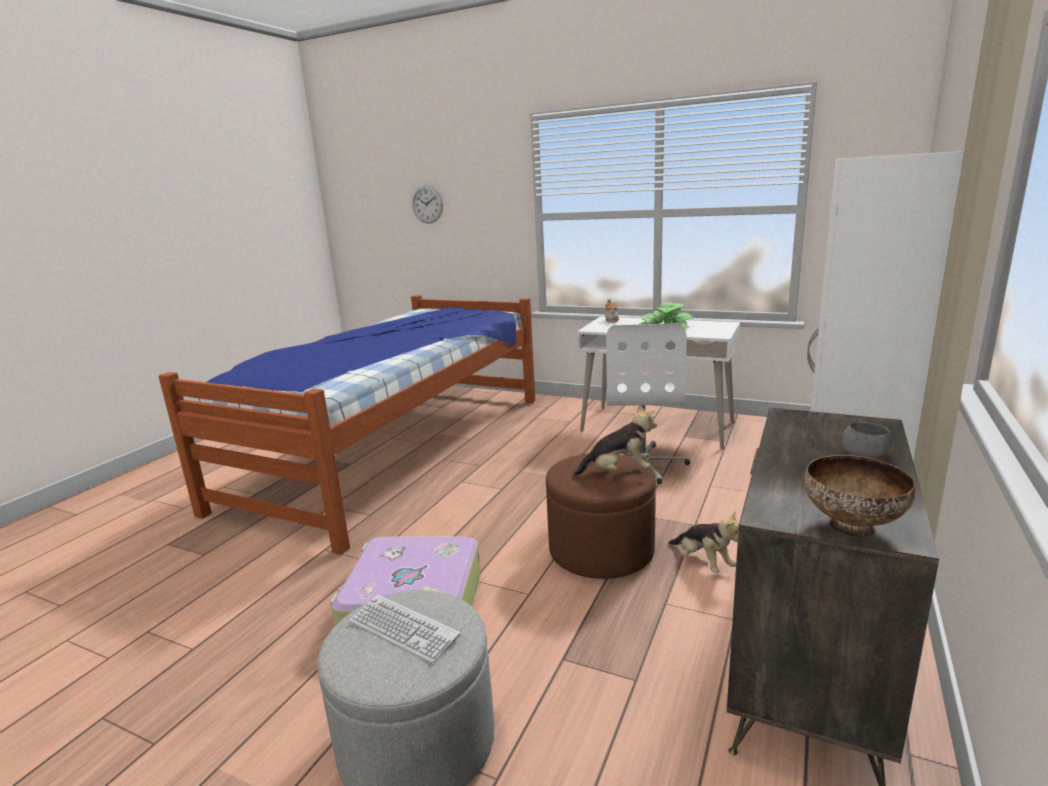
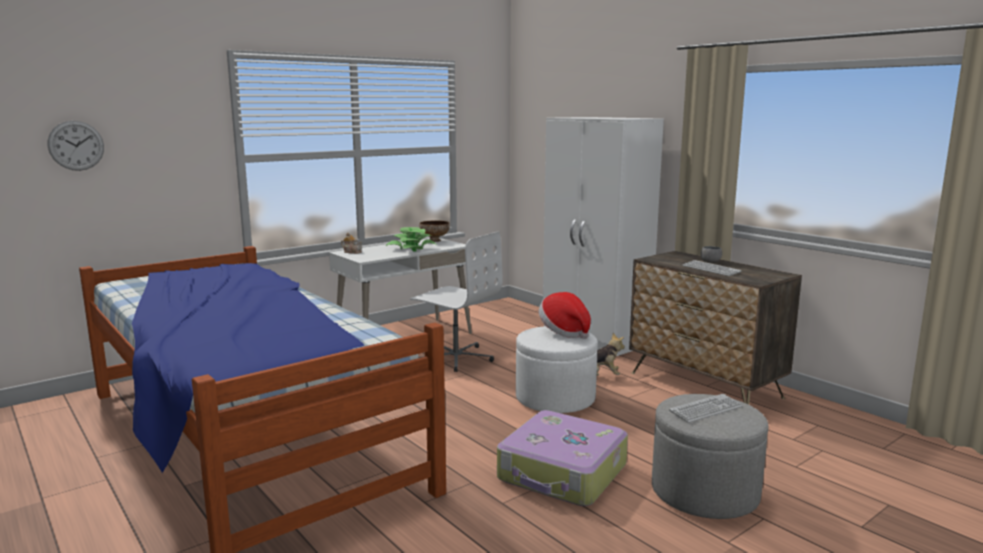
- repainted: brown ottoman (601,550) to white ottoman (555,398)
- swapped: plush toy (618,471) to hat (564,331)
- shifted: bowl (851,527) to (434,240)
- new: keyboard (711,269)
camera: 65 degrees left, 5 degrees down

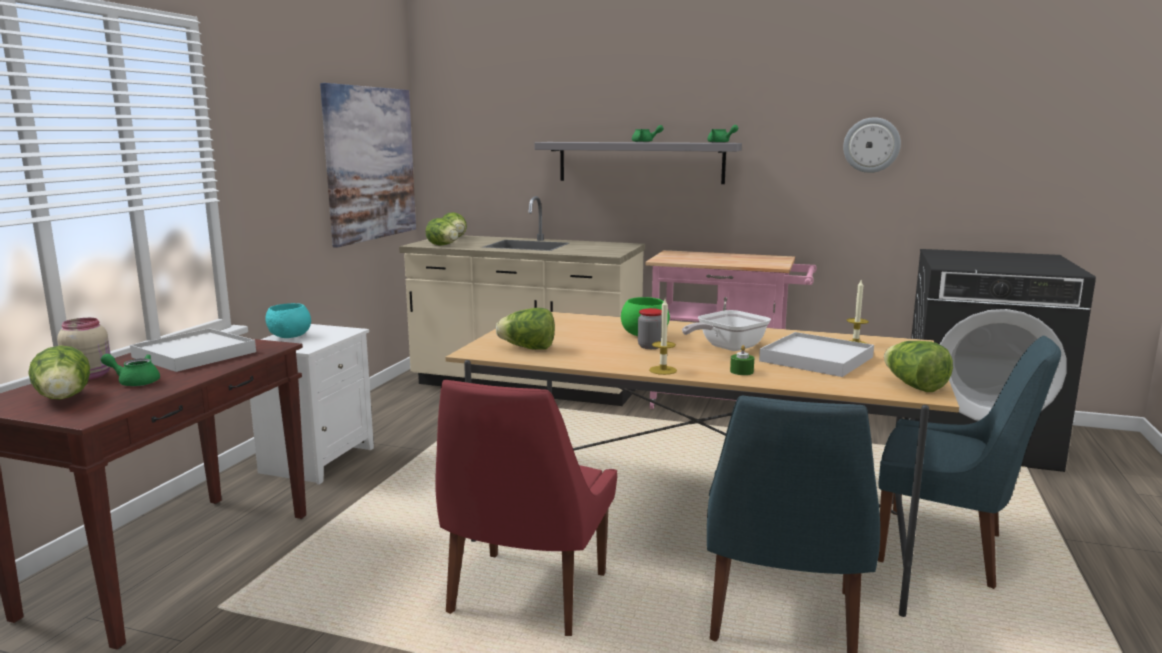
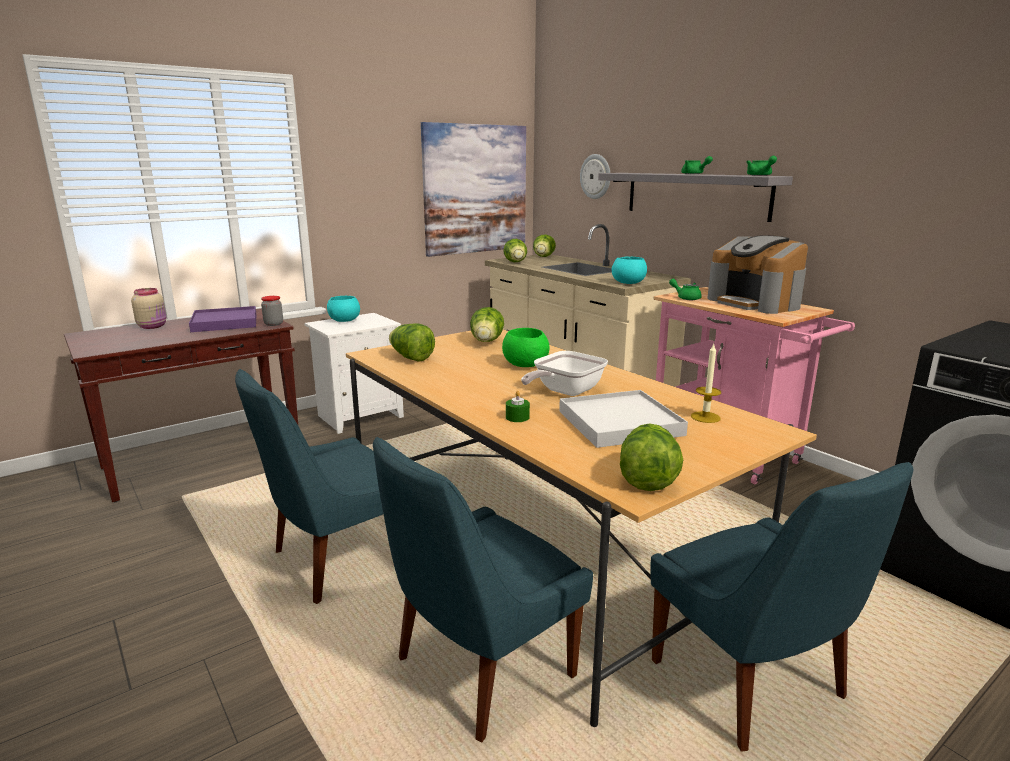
- shifted: lettuce (64,399) to (486,342)
- shifted: green teapot (135,382) to (686,298)
- repainted: white tray (194,354) to purple tray (225,323)
- repainted: red chair (525,596) to blue chair (334,560)
- shifted: jar (650,346) to (273,324)
- gone: candle (663,370)
- rotated: frying pan (727,348) = (564,392) 45 degrees counterclockwise
- shifted: wall clock (871,145) to (596,176)
- new: turquoise bowl (628,283)
- new: coffee machine (755,303)
camera: 35 degrees right, 5 degrees up

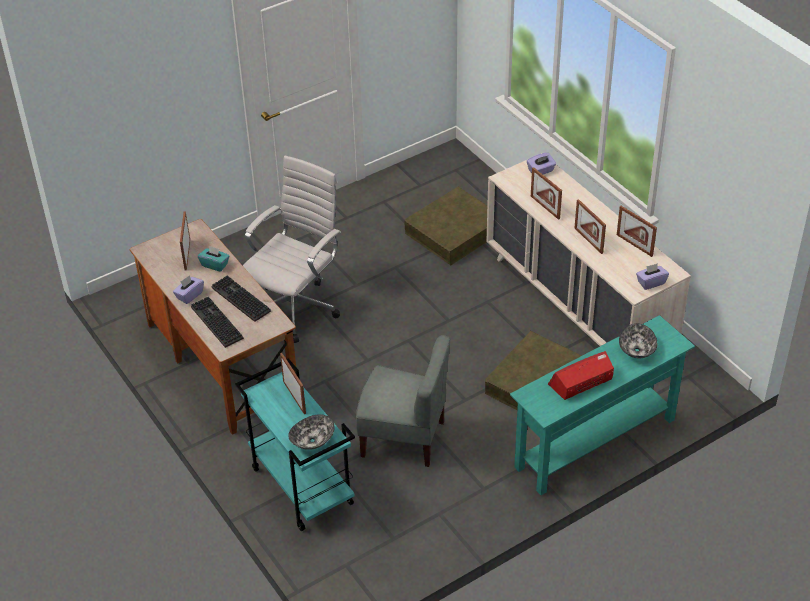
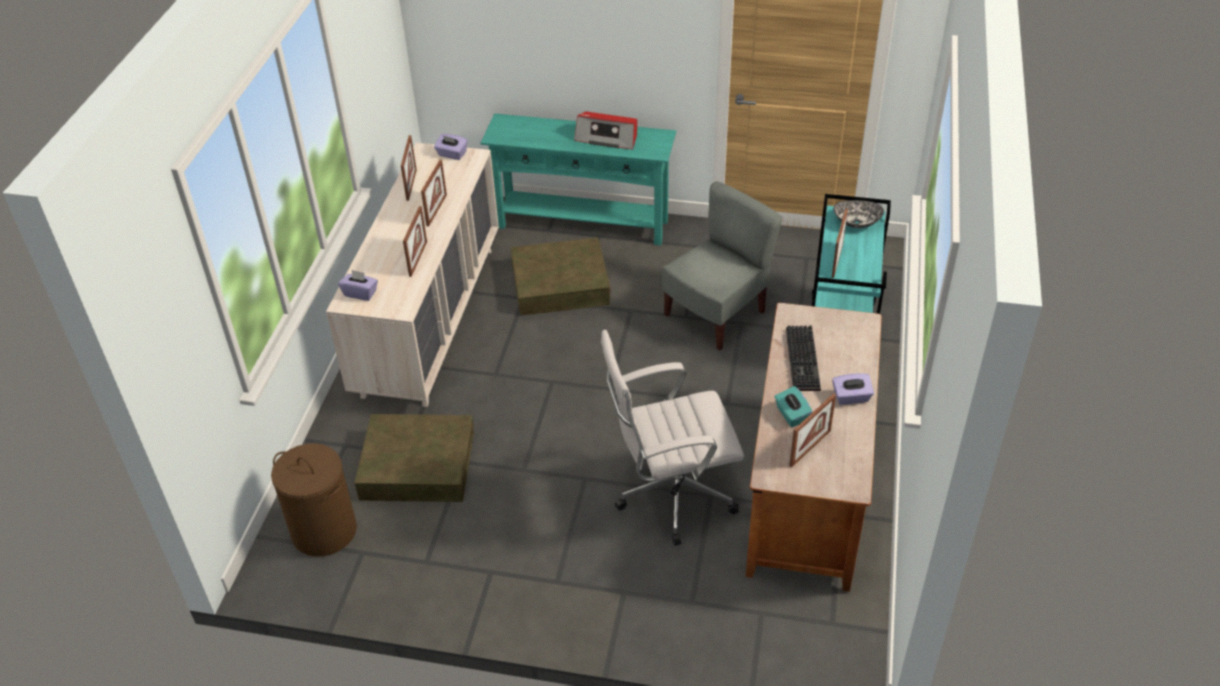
- gone: keyboard (215,323)
- rotated: grey chair (404,438) = (716,315) 75 degrees clockwise
- gone: bowl (637,350)
- new: brown laundry basket (324,531)
camera: 135 degrees left, 0 degrees up

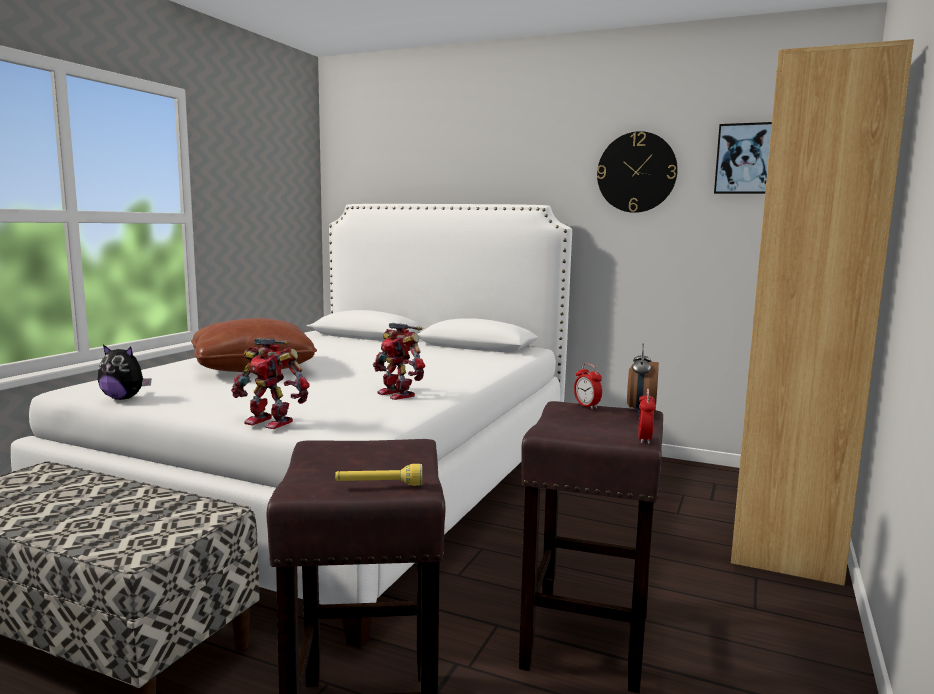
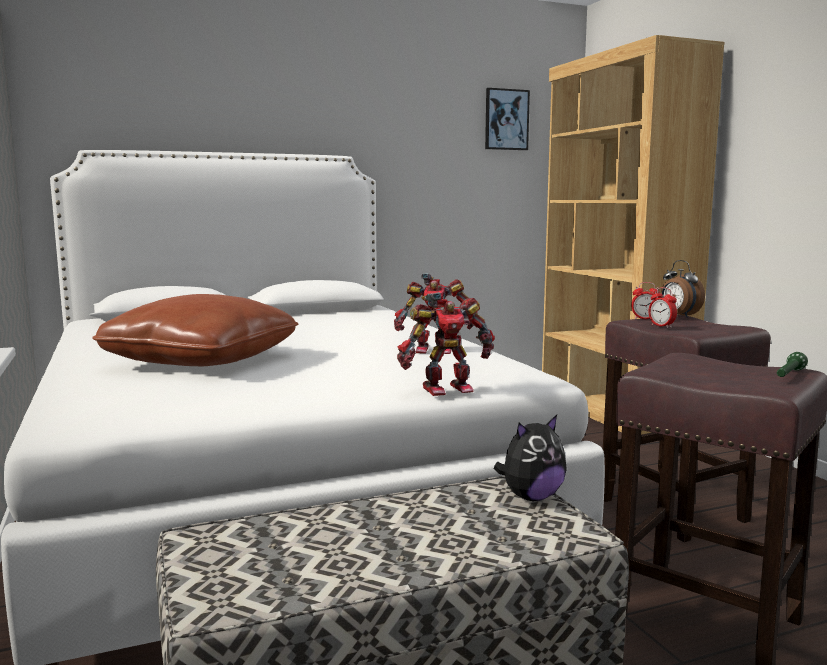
- shifted: plush toy (124,398) to (531,497)
- repainted: yellow flashlight (379,485) to green flashlight (789,375)
- gone: wall clock (636,172)
- shifted: alarm clock (644,439) to (661,326)
camera: 45 degrees left, 0 degrees up

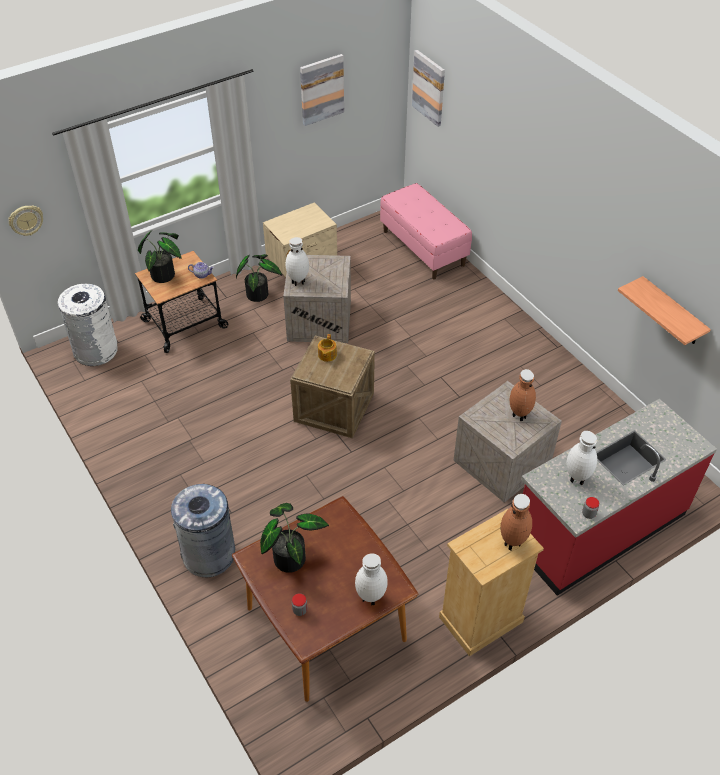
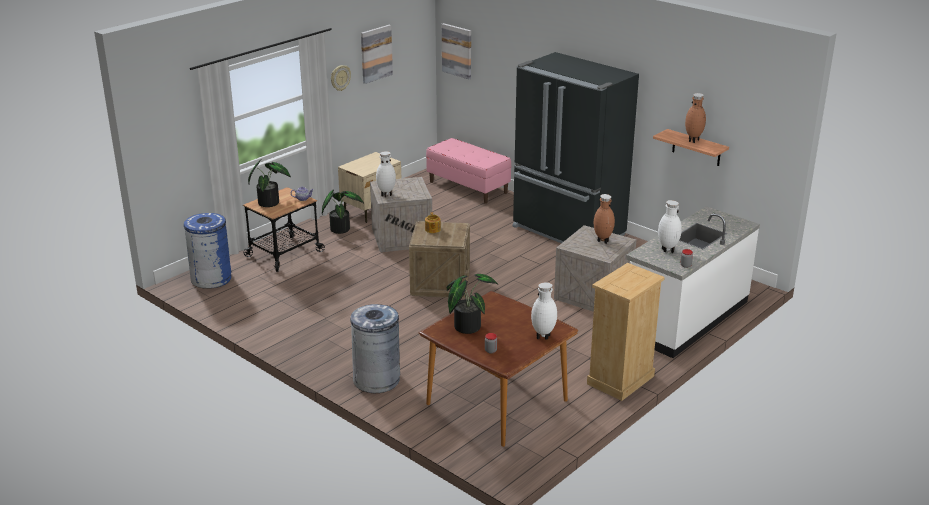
- shifted: wall clock (26,220) to (340,78)
- repainted: white trash can (96,350) to blue trash can (211,278)
- shifted: brown vase (513,543) to (693,140)
- repainted: red counter (598,528) to white counter (685,318)
- new: black fridge (567,232)
camera: 15 degrees left, 20 degrees down

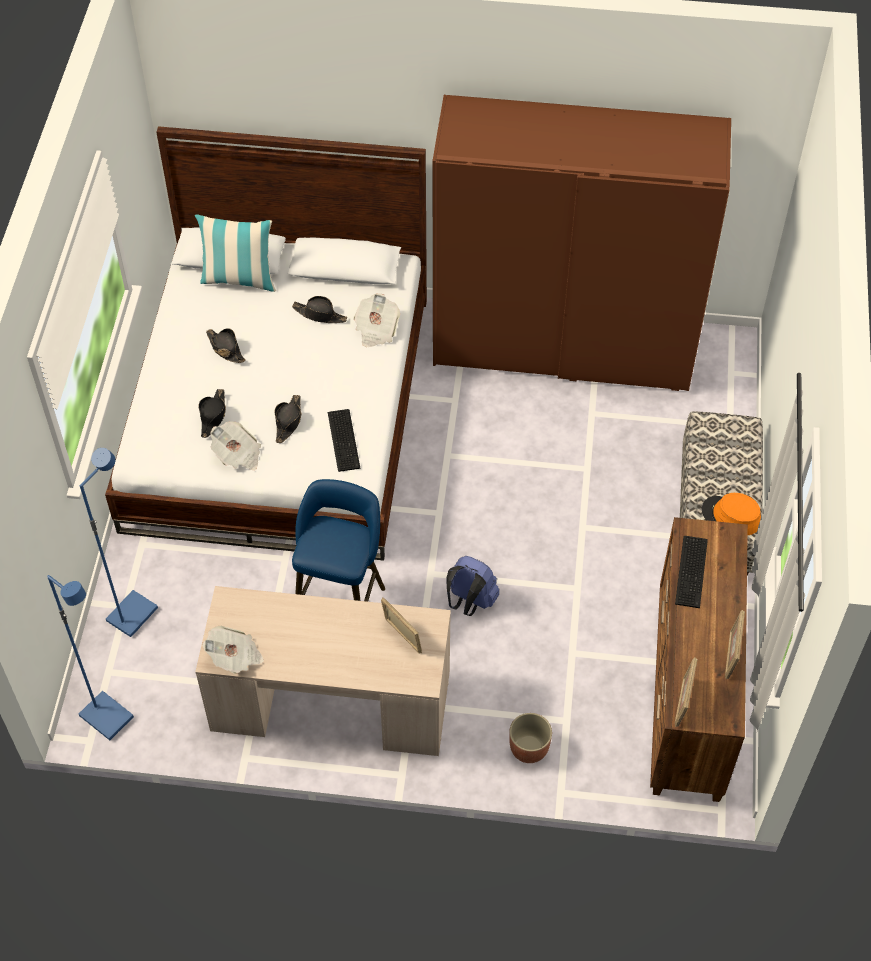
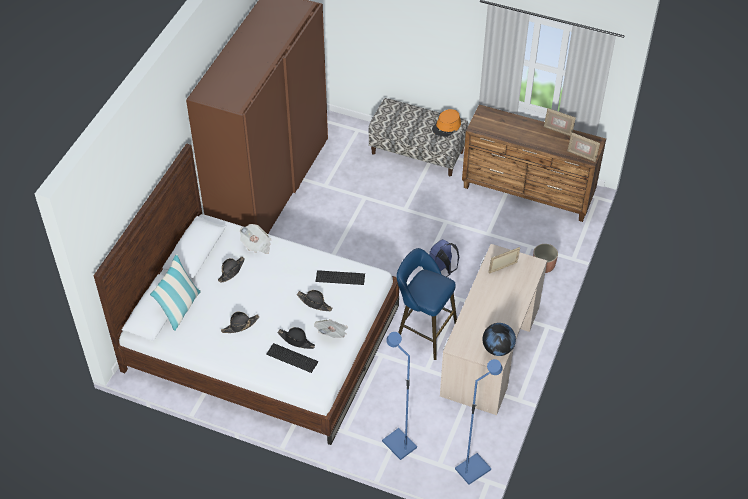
- swapped: newspaper (235,657) to globe (497,349)
- shifted: keyboard (693,571) to (292,357)
camera: 75 degrees left, 5 degrees down

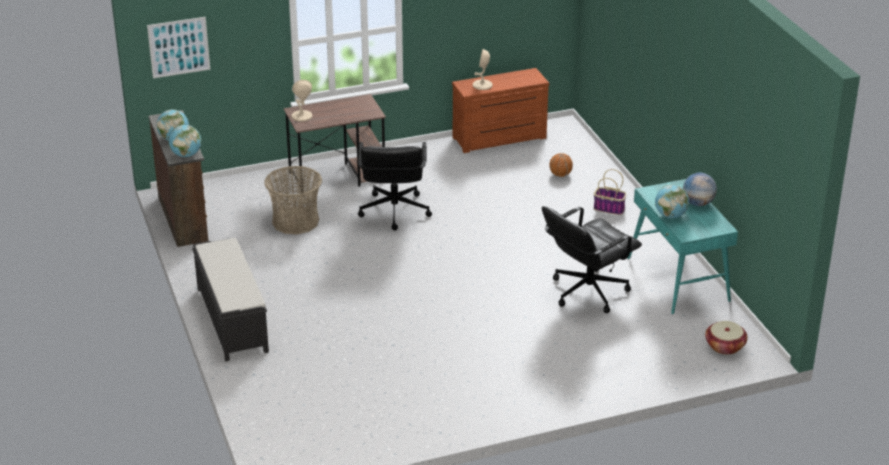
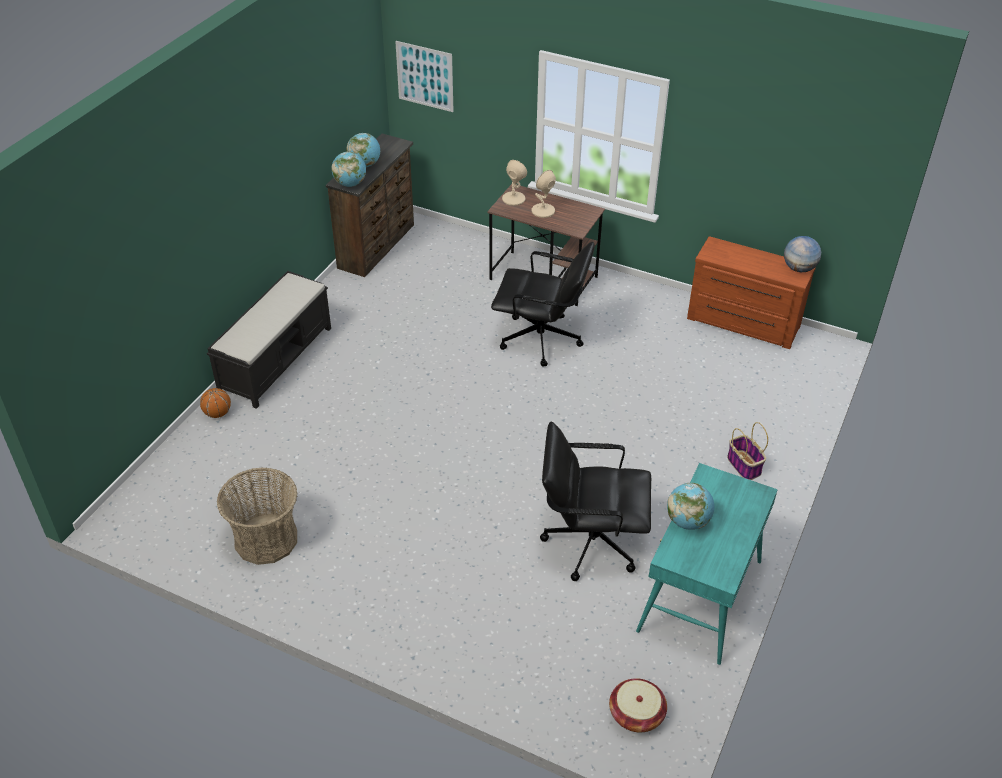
- shifted: basket (295,221) to (266,539)
- rotated: black office chair (394,211) = (541,340) 120 degrees counterclockwise
- shifted: beige table lamp (482,85) to (543,211)
- shifted: basketball (560,175) to (217,413)
- shifted: globe (698,203) to (799,268)
camera: 45 degrees right, 10 degrees up

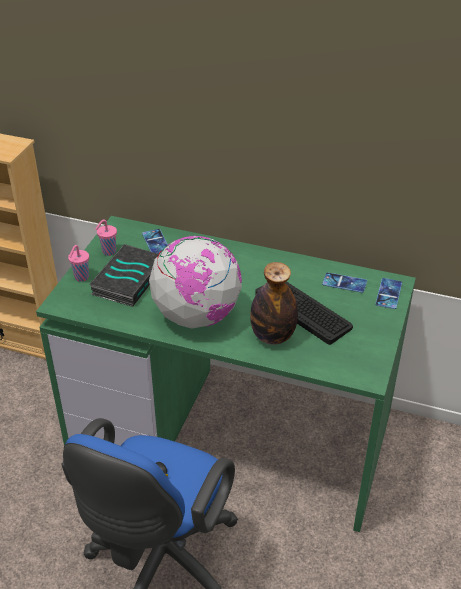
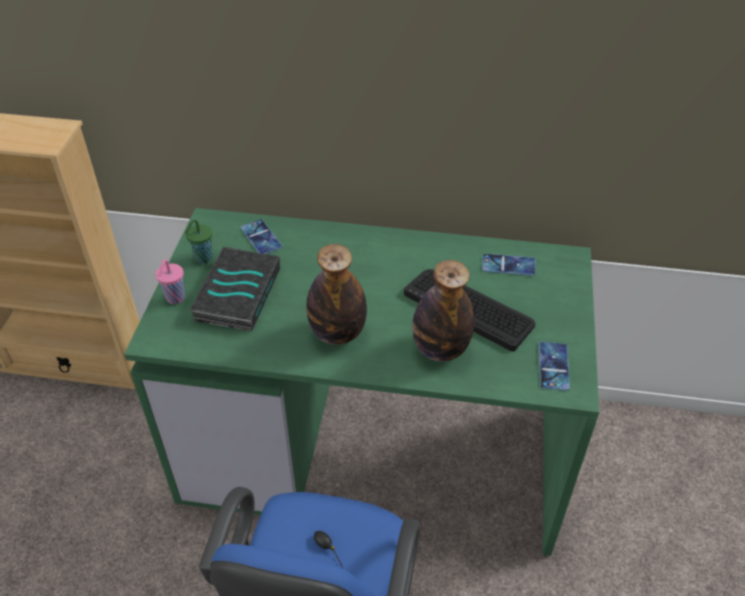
- repainted: pink cup (108,252) to green cup (203,258)
- swapped: globe (197,315) to bottle (337,333)
- shifted: phone (388,294) to (553,366)
camera: 10 degrees left, 5 degrees up

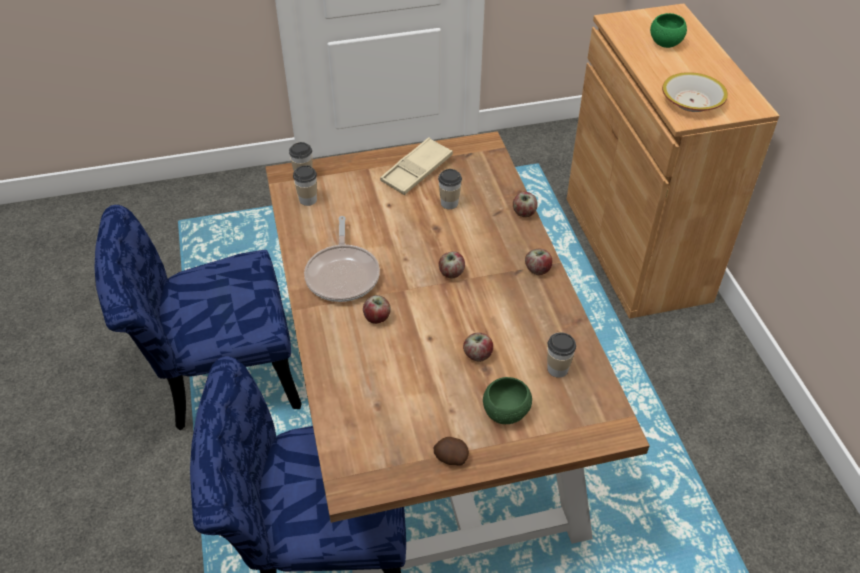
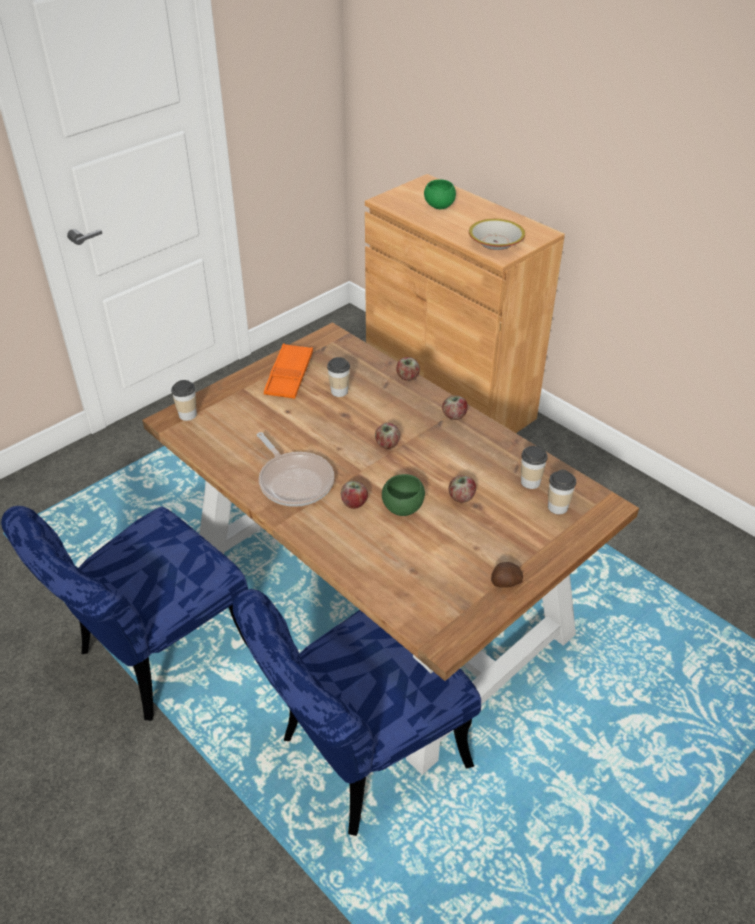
- shifted: cup (308,200) to (557,507)
- repainted: beige tray (417,171) to orange tray (289,376)
- shifted: green bowl (505,412) to (402,508)
camera: 30 degrees left, 5 degrees down

